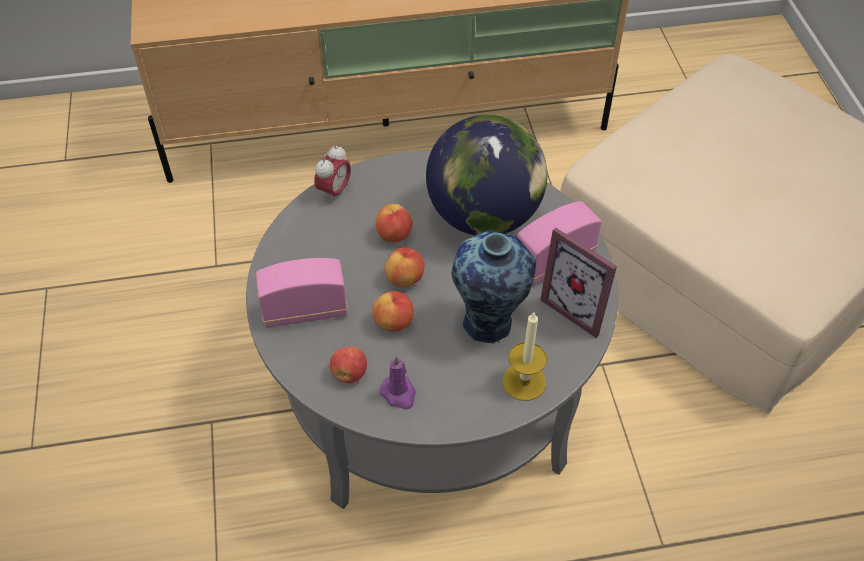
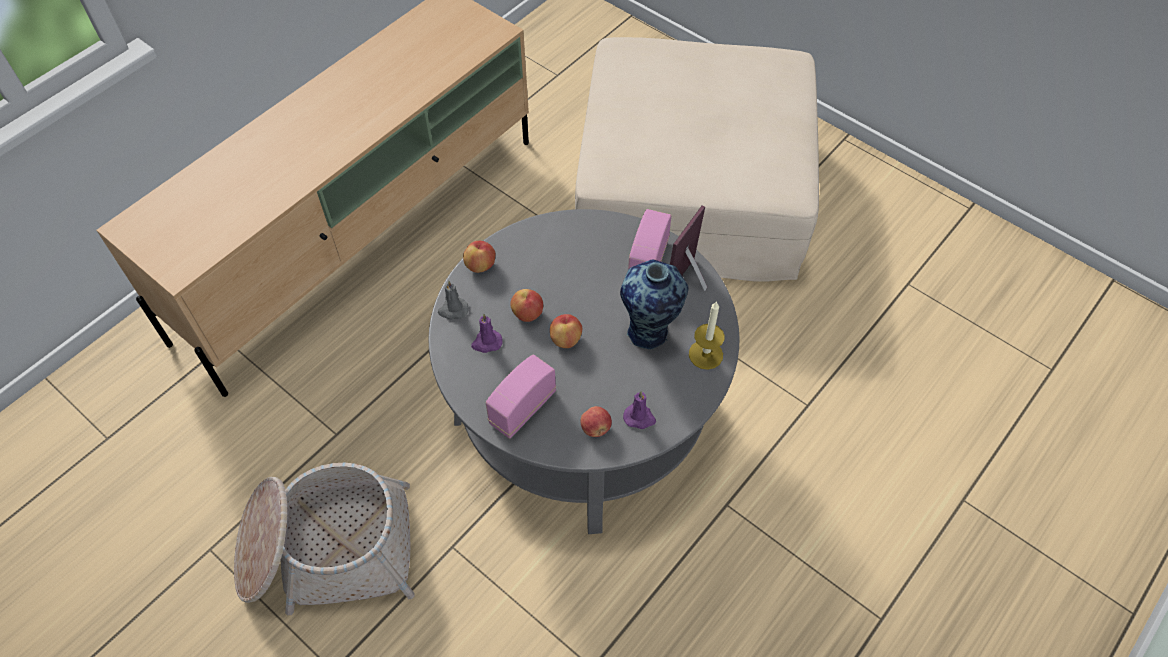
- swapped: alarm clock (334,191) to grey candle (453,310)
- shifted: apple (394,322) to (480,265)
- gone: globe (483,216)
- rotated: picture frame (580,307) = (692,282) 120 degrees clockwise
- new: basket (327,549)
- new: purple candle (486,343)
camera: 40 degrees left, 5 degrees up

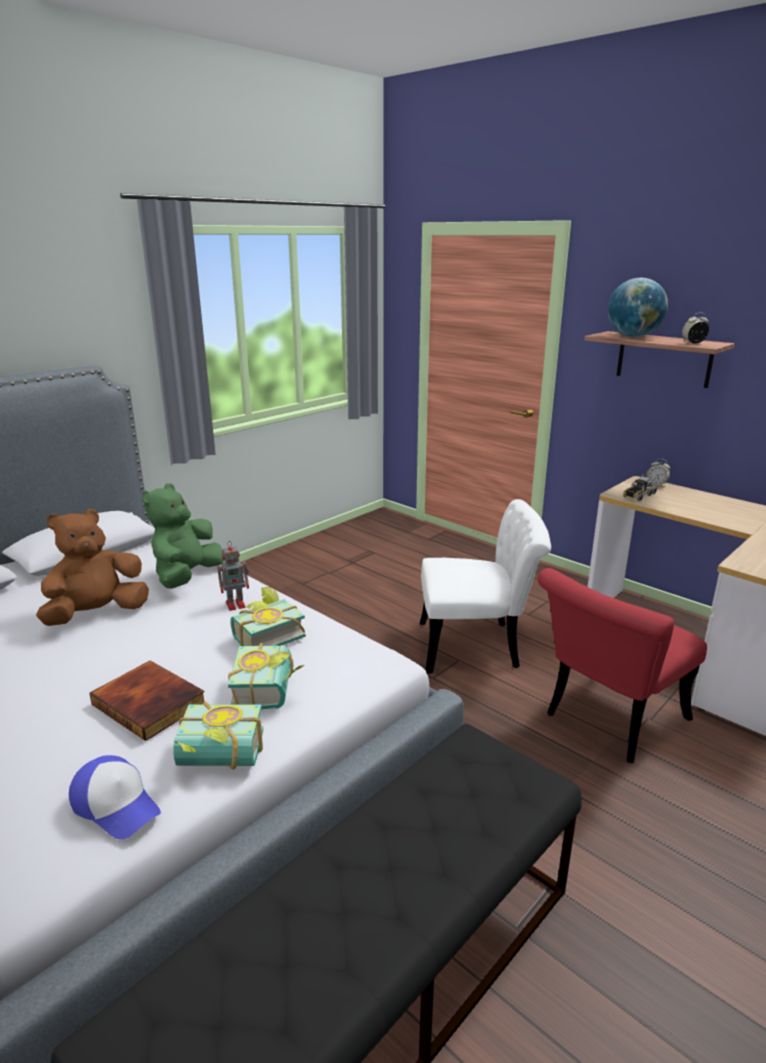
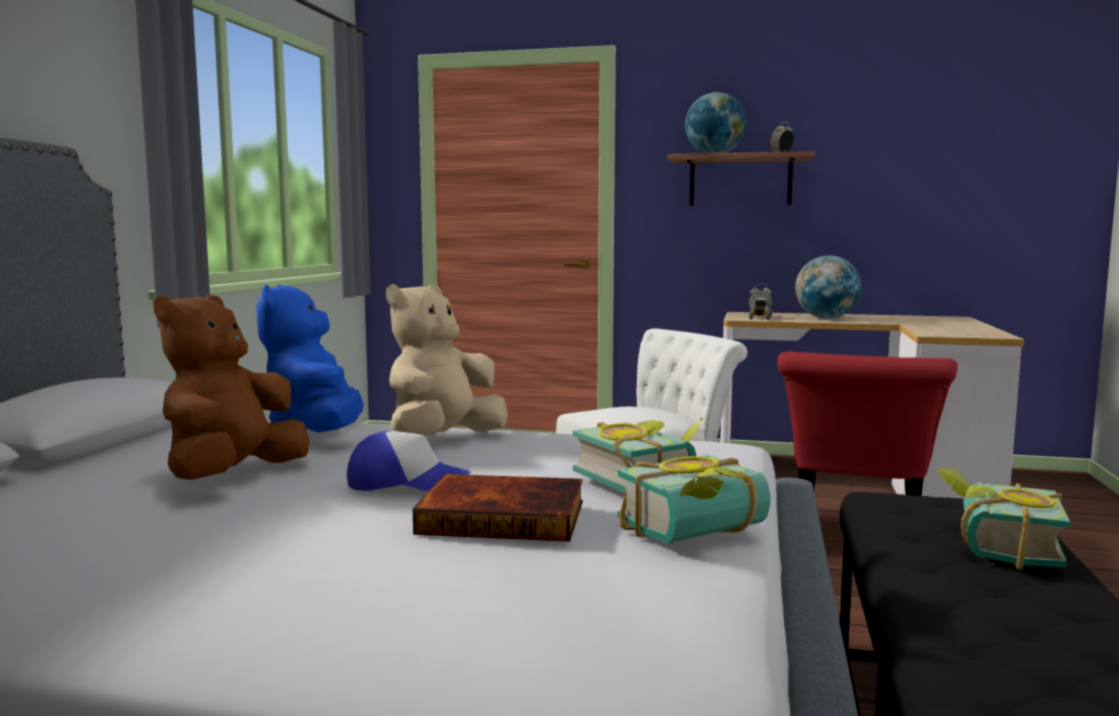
- shifted: cap (117,805) to (407,483)
- repainted: green plush toy (187,577) to blue plush toy (318,433)
- swapped: toy robot (236,604) to beige plush toy (442,440)
- shifted: book (265,636) to (995,548)
- new: globe (826,318)
camera: 30 degrees left, 15 degrees down

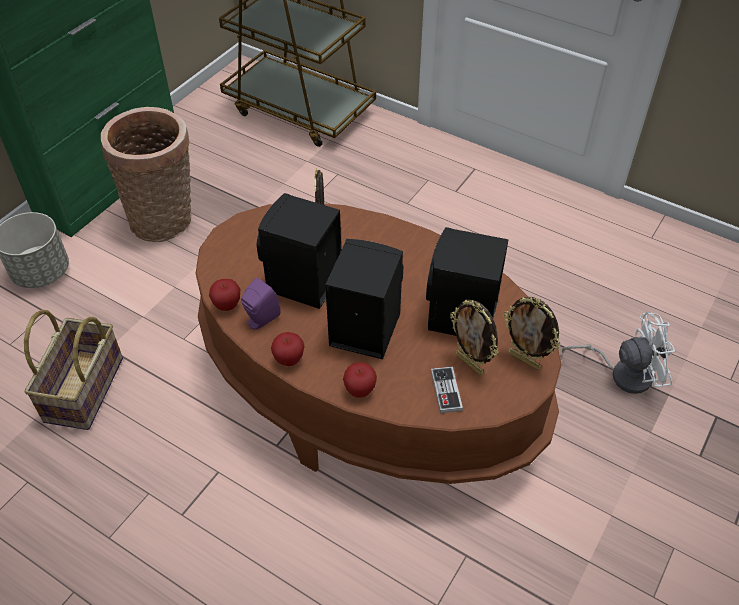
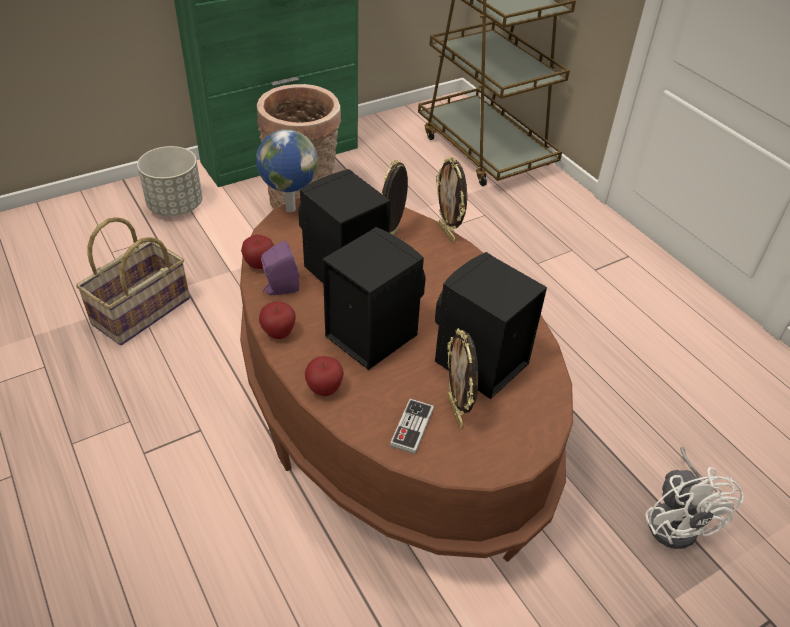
- shifted: picture frame (525,360) to (447,233)
- rotated: white fan (623,373) = (676,520) 60 degrees clockwise
- new: globe (289,209)
camera: 25 degrees right, 5 degrees down

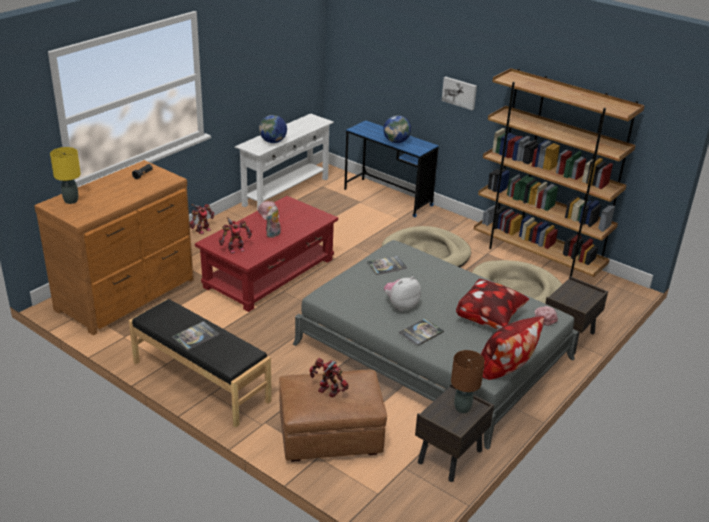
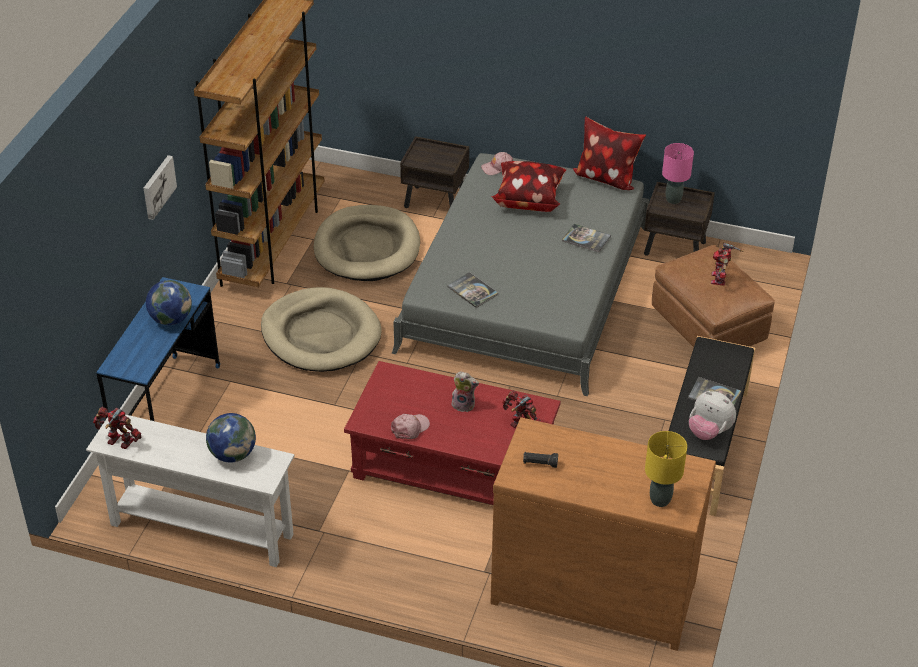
- shifted: toy robot (202,230) to (120,443)
- shifted: plush toy (401,306) to (709,432)
- repainted: brown table lamp (462,408) to pink table lamp (673,199)
camera: 110 degrees left, 10 degrees up

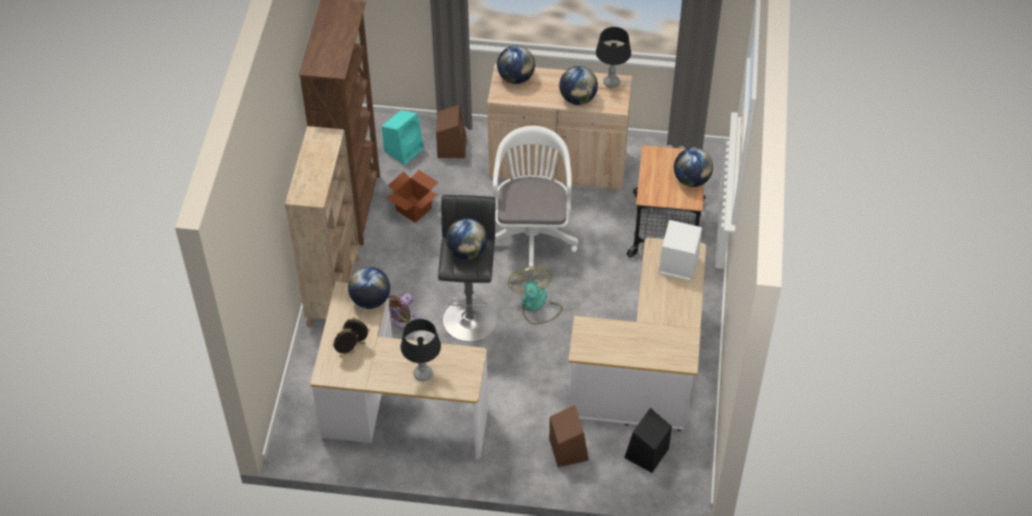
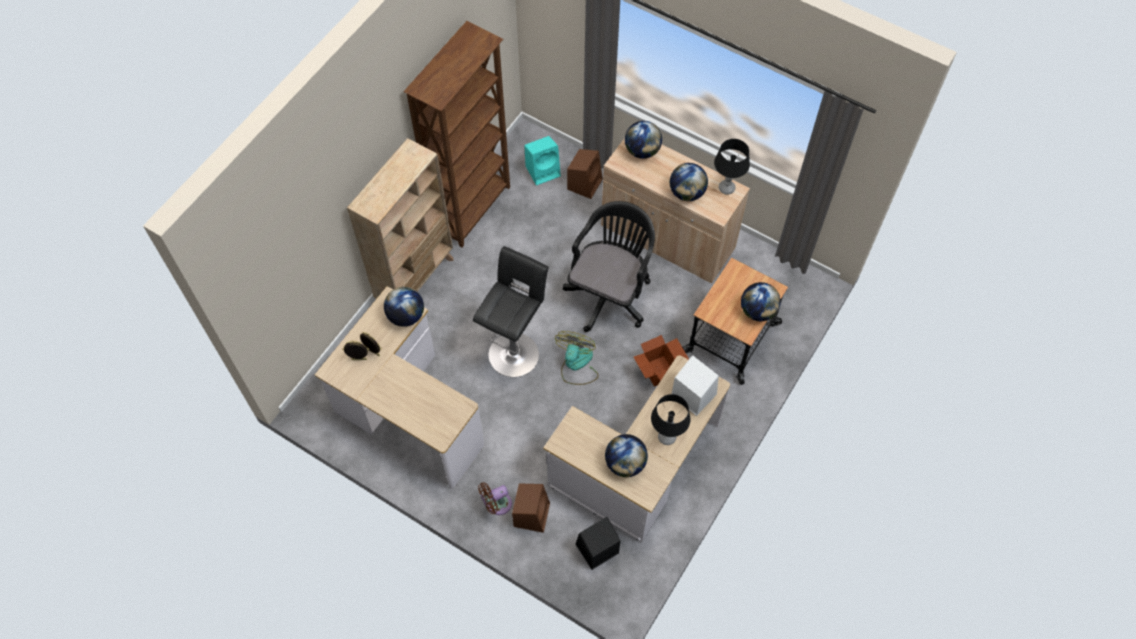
- shifted: cardboard box (413,209) to (659,371)
- shifted: brown fan (403,321) to (496,504)
- shifted: black table lamp (423,374) to (667,437)
- shifted: globe (467,251) to (625,463)
- repainted: white office chair (531,232) to black office chair (610,293)
camera: 25 degrees right, 10 degrees up

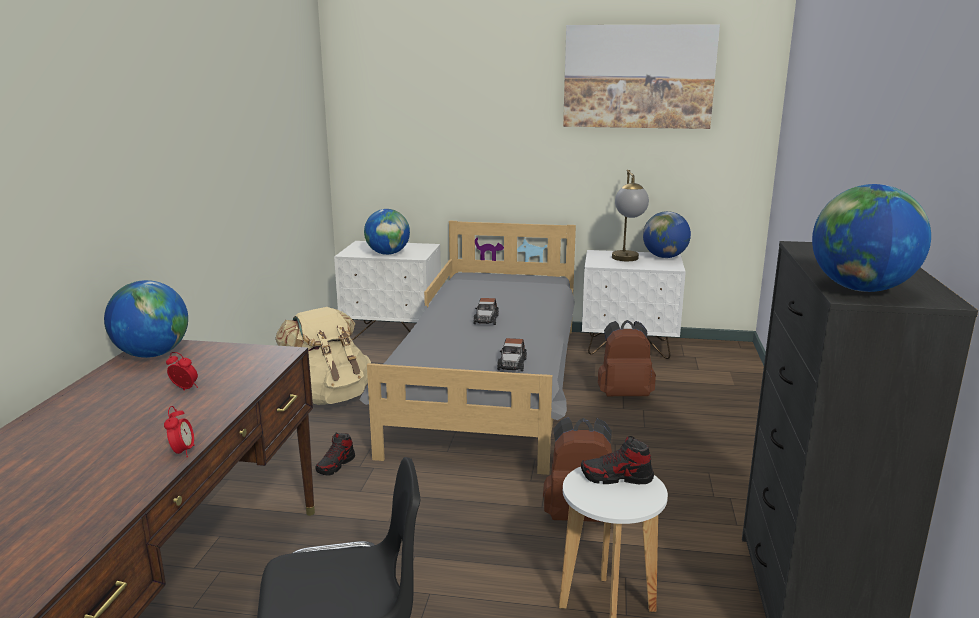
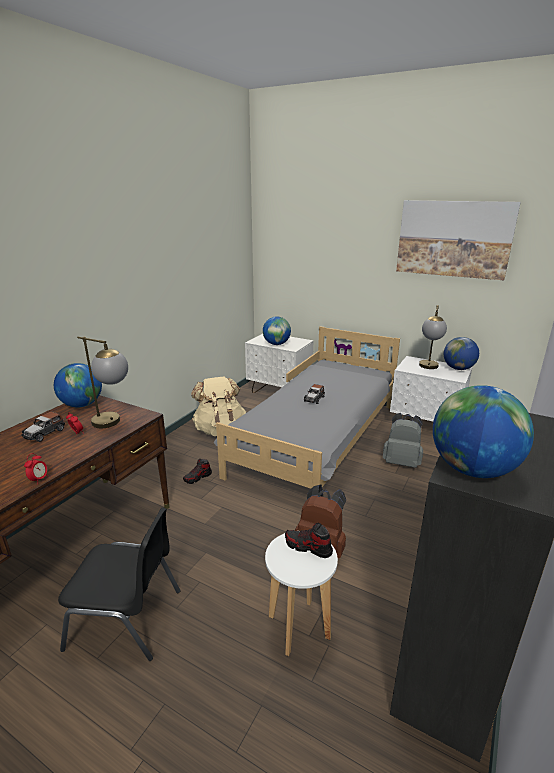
- shifted: toy car (512,364) to (45,433)
- repainted: brown backpack (623,394) to grey backpack (401,462)
- new: table lamp (114,423)
camera: 20 degrees right, 5 degrees up

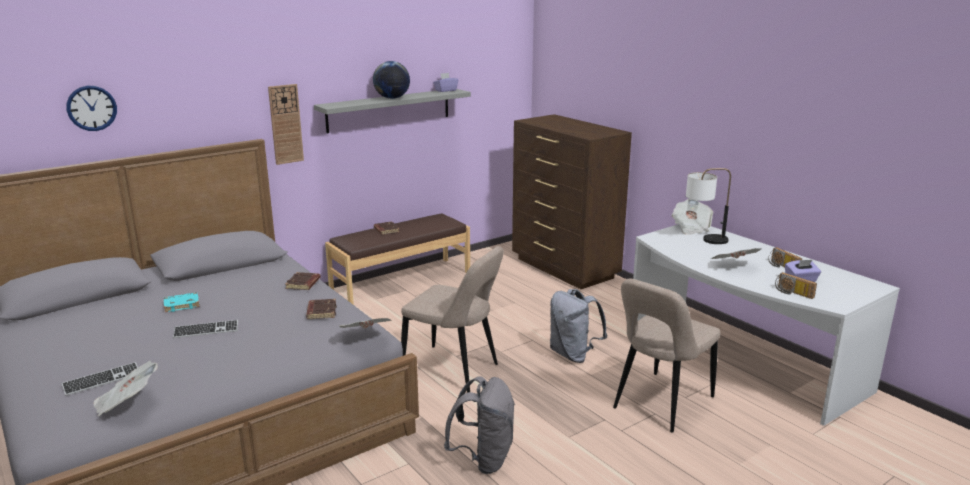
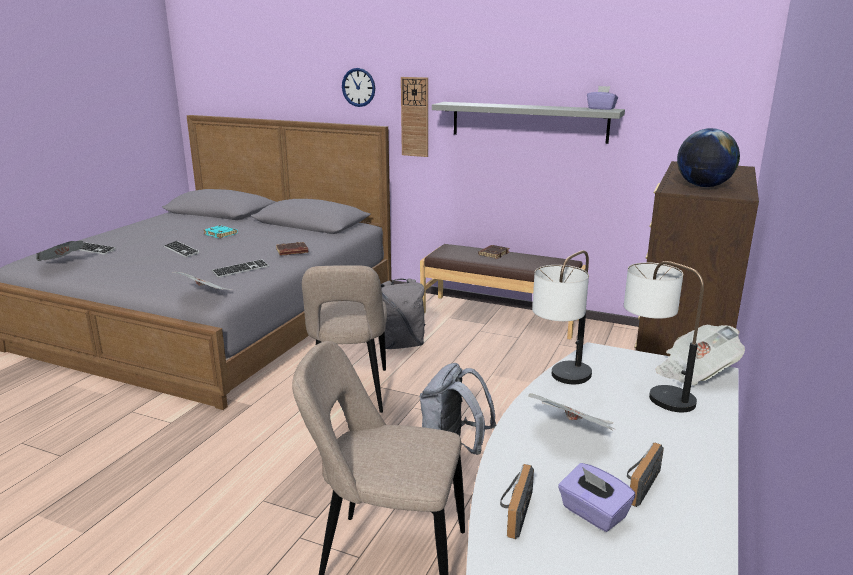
- shifted: wall clock (91,108) to (358,87)
- swapped: brown book (321,312) to keyboard (241,270)
- shifted: globe (392,98) to (703,186)
- shifted: grey backpack (483,459) to (401,344)
- new: table lamp (560,382)
camera: 60 degrees right, 0 degrees up

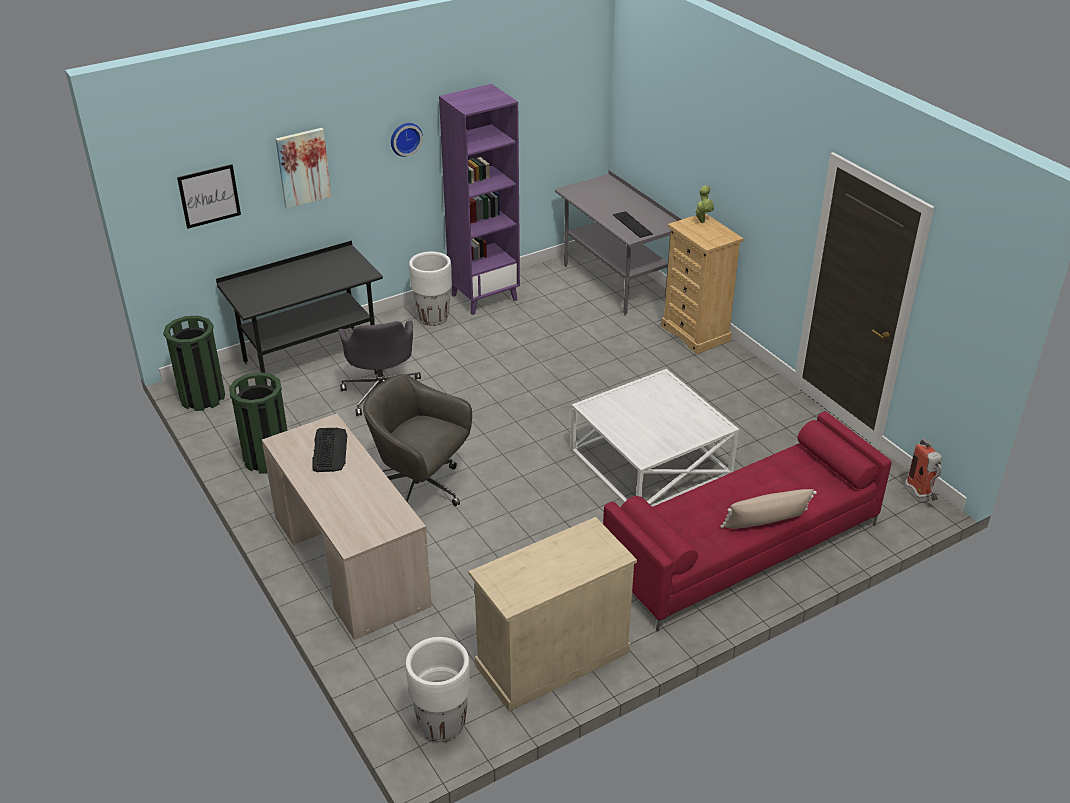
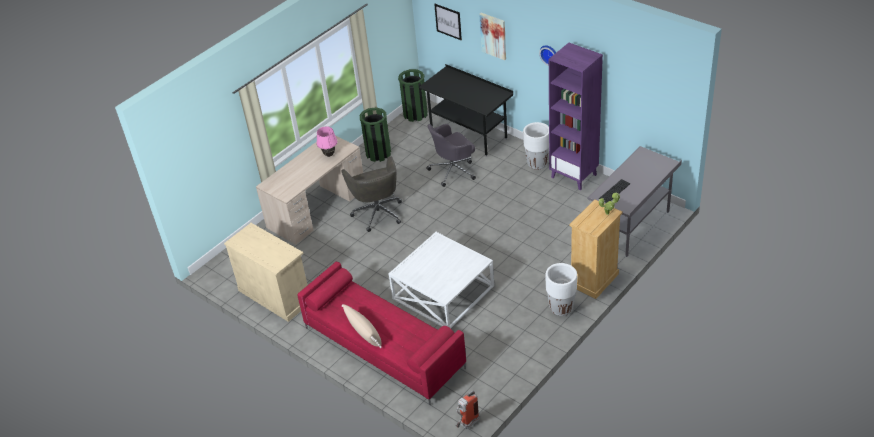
- swapped: keyboard (329,450) to pink table lamp (329,155)
- rotated: grey office chair (420,490) = (377,212) 150 degrees clockwise
- shifted: white planter (442,725) to (561,308)
camera: 75 degrees right, 5 degrees up

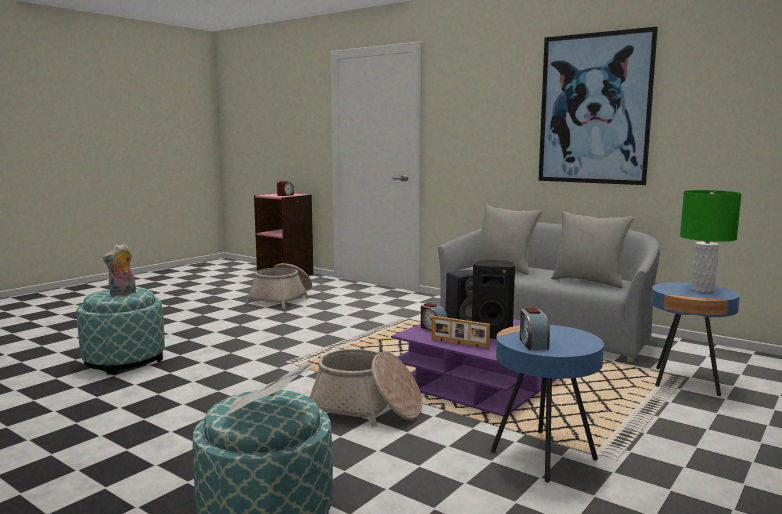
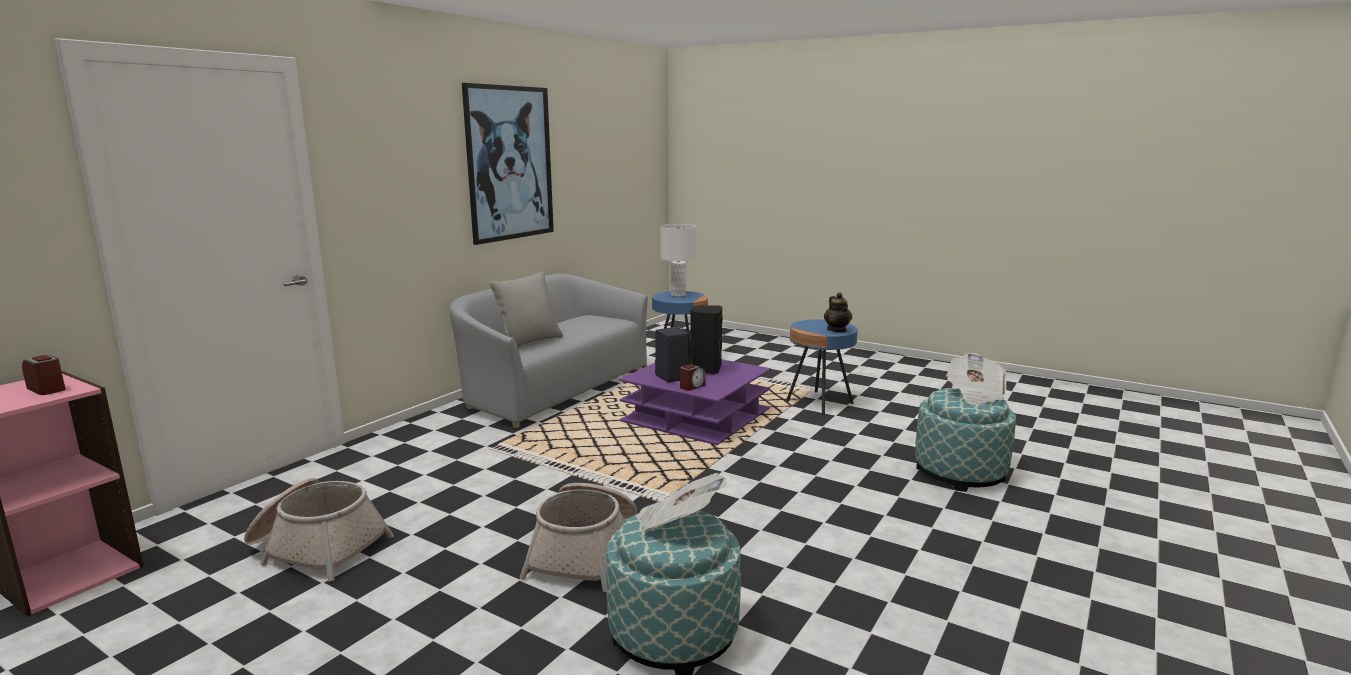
- swapped: plush toy (122,293) to newspaper (679,523)
- shifted: basket (366,409) to (586,552)
- gone: picture frame (459,344)
- swapped: alarm clock (533,343) to teapot (837,330)
- gone: grey pillow (589,282)
- repainted: green table lamp (702,290) to white table lamp (678,295)
camera: 95 degrees left, 5 degrees up

